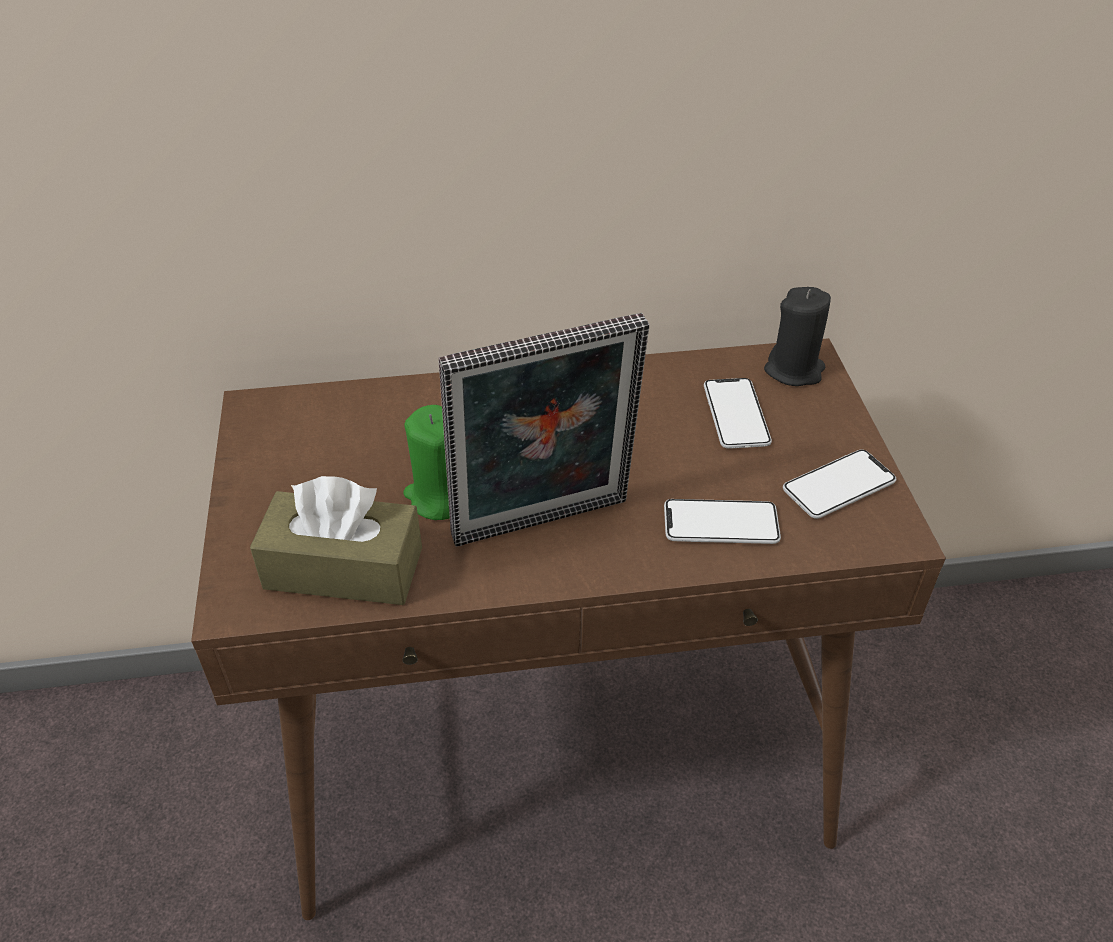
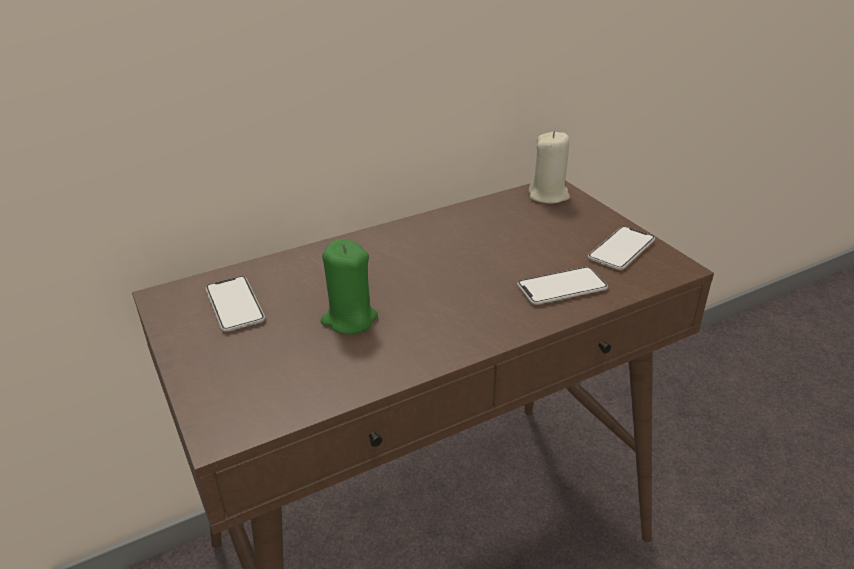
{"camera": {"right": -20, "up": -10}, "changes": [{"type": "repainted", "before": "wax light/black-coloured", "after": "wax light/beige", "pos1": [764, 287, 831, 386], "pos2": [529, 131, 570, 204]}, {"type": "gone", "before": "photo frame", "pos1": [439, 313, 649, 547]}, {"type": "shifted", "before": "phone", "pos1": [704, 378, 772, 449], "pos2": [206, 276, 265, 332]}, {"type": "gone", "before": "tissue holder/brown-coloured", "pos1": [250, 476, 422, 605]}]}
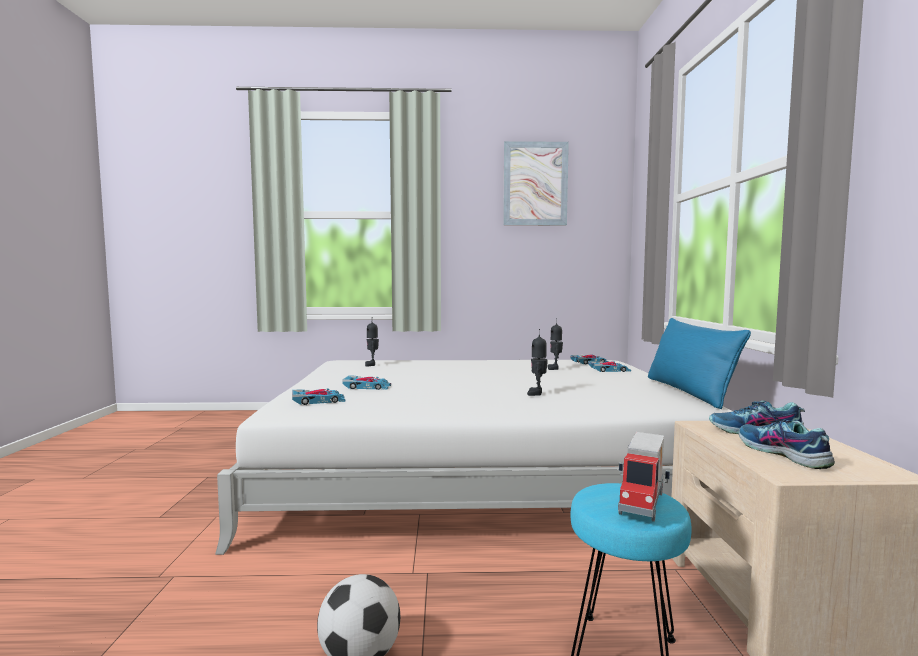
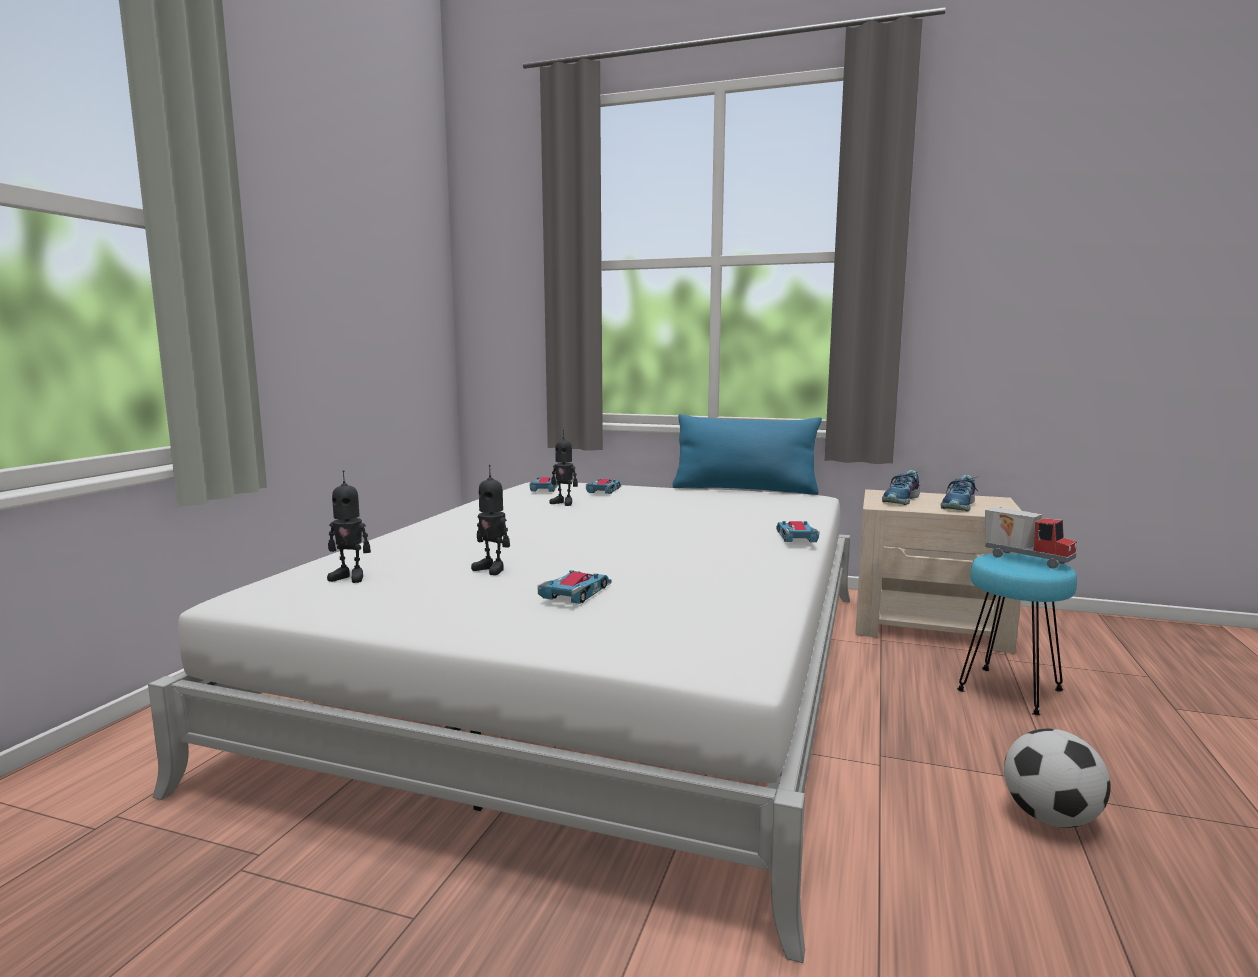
{"camera": {"right": -70, "up": 5}, "changes": [{"type": "gone", "before": "picture", "pos1": [503, 141, 569, 225]}, {"type": "shifted", "before": "robot figure", "pos1": [527, 329, 548, 396], "pos2": [471, 465, 510, 575]}, {"type": "shifted", "before": "model car", "pos1": [292, 388, 345, 405], "pos2": [776, 521, 819, 542]}, {"type": "rotated", "before": "low shoe", "pos1": [739, 417, 835, 469], "pos2": [941, 475, 980, 511], "turn": -60}]}
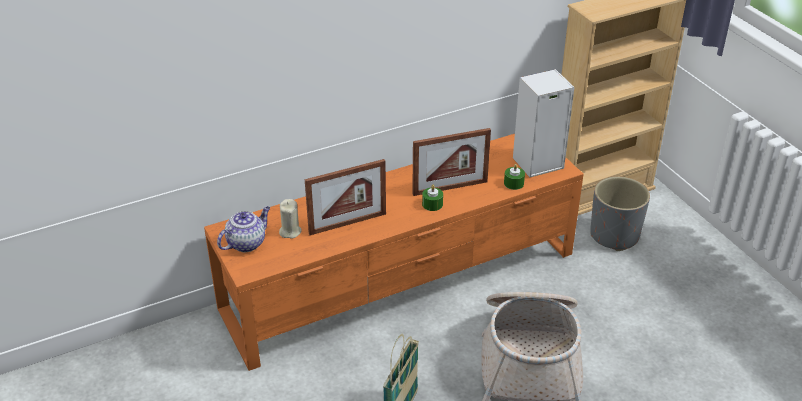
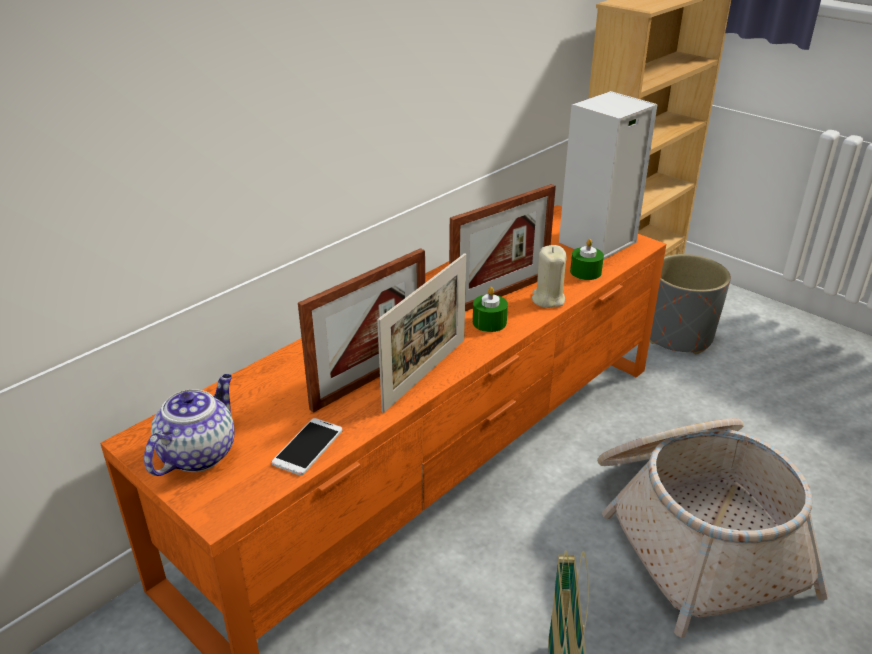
{"camera": {"right": -20, "up": -5}, "changes": [{"type": "shifted", "before": "wax light/beige", "pos1": [279, 199, 302, 239], "pos2": [532, 245, 567, 308]}, {"type": "new", "after": "photo frame", "pos2": [377, 253, 466, 413]}, {"type": "new", "after": "phone", "pos2": [272, 418, 343, 475]}]}
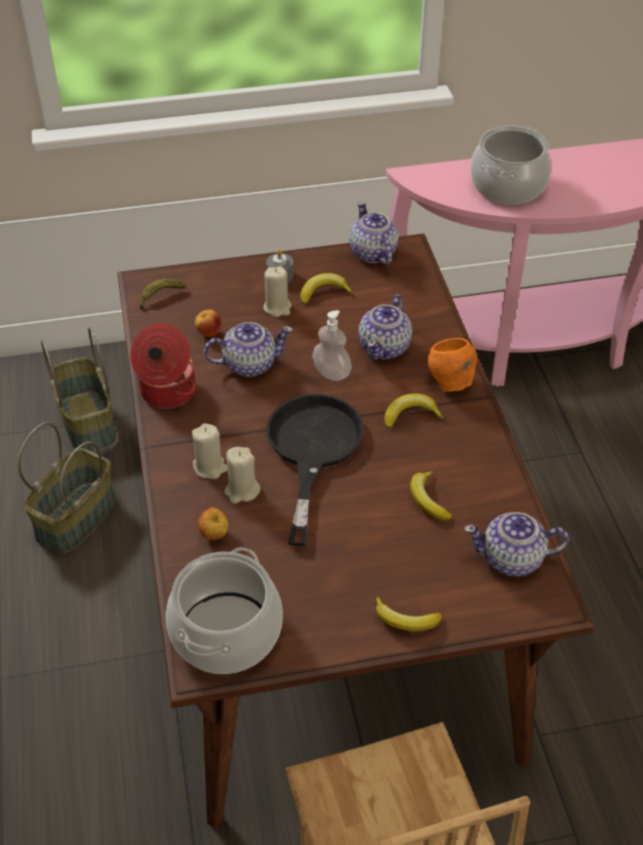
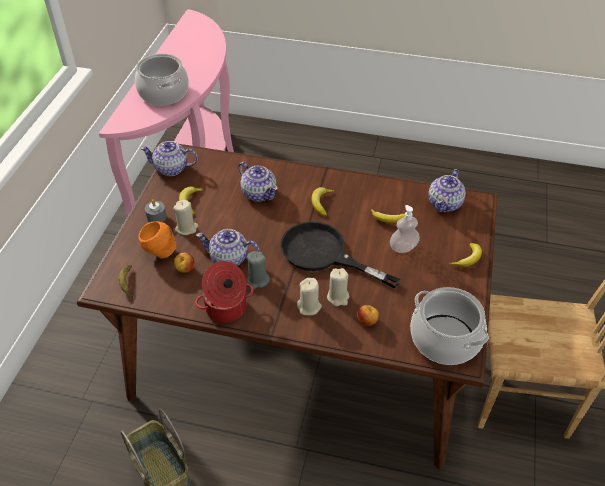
{"camera": {"right": -65, "up": 0}, "changes": [{"type": "shifted", "before": "liquid soap bottle", "pos1": [312, 310, 352, 381], "pos2": [390, 205, 420, 253]}, {"type": "rotated", "before": "teapot", "pos1": [204, 322, 293, 377], "pos2": [196, 229, 260, 266], "turn": -90}, {"type": "gone", "before": "household basket", "pos1": [41, 327, 116, 451]}, {"type": "shifted", "before": "serving bowl/orange", "pos1": [427, 338, 478, 392], "pos2": [138, 221, 176, 259]}, {"type": "new", "after": "wax light/gray", "pos2": [246, 251, 270, 289]}]}
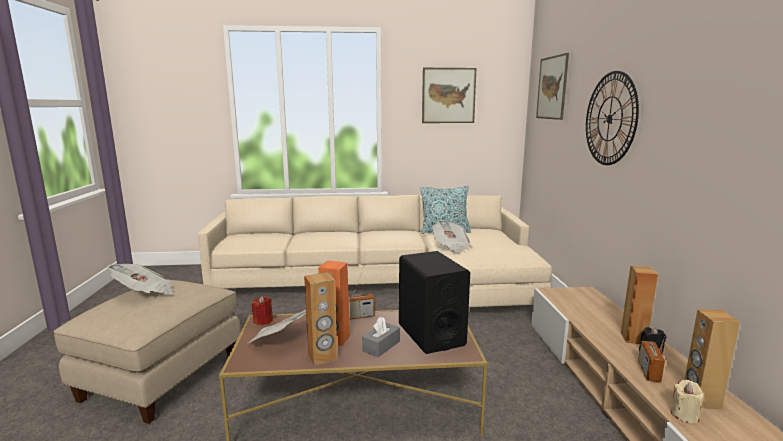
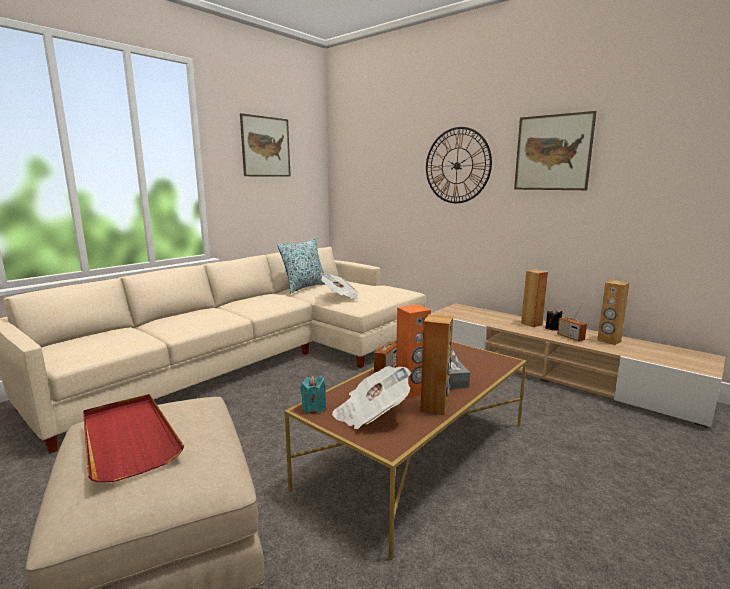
{"camera": {"right": -45, "up": 0}, "changes": [{"type": "shifted", "before": "picture", "pos1": [536, 53, 569, 120], "pos2": [514, 111, 597, 190]}, {"type": "gone", "before": "audio speaker/black-coloured", "pos1": [399, 251, 470, 354]}, {"type": "swapped", "before": "newspaper", "after": "tray/red-coloured", "pos1": [107, 264, 173, 294], "pos2": [83, 394, 184, 482]}, {"type": "repainted", "before": "wax light/red-coloured", "after": "wax light/turquoise-coloured", "pos1": [252, 295, 273, 325], "pos2": [300, 375, 326, 414]}, {"type": "gone", "before": "wax light/beige", "pos1": [671, 380, 704, 423]}]}
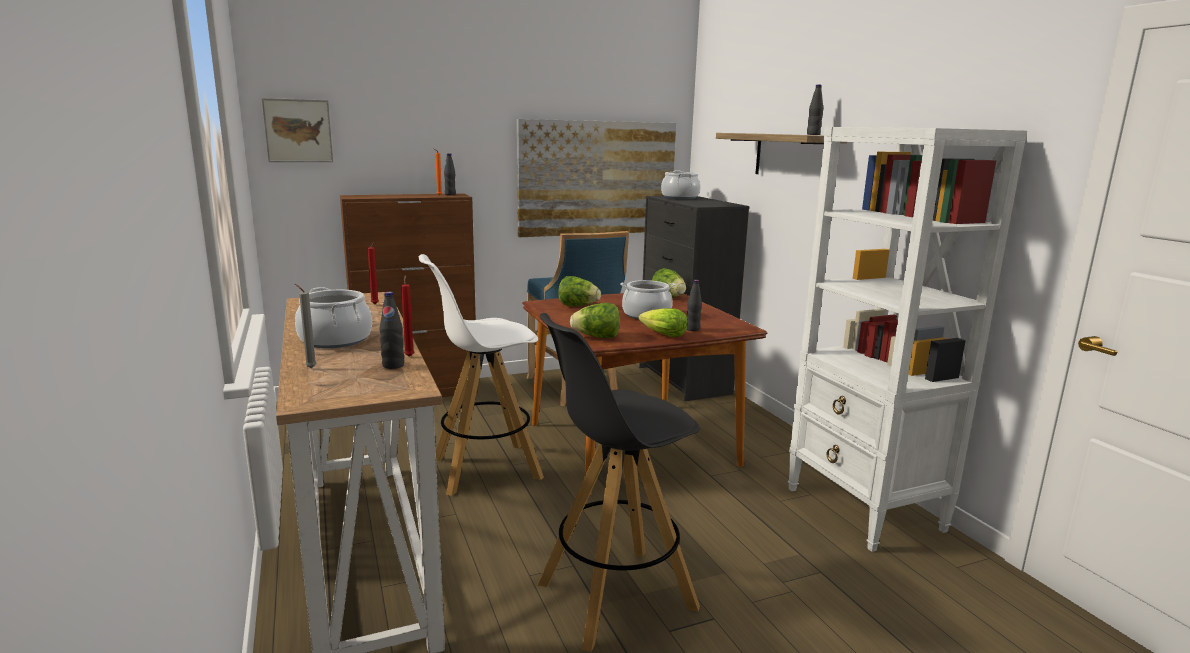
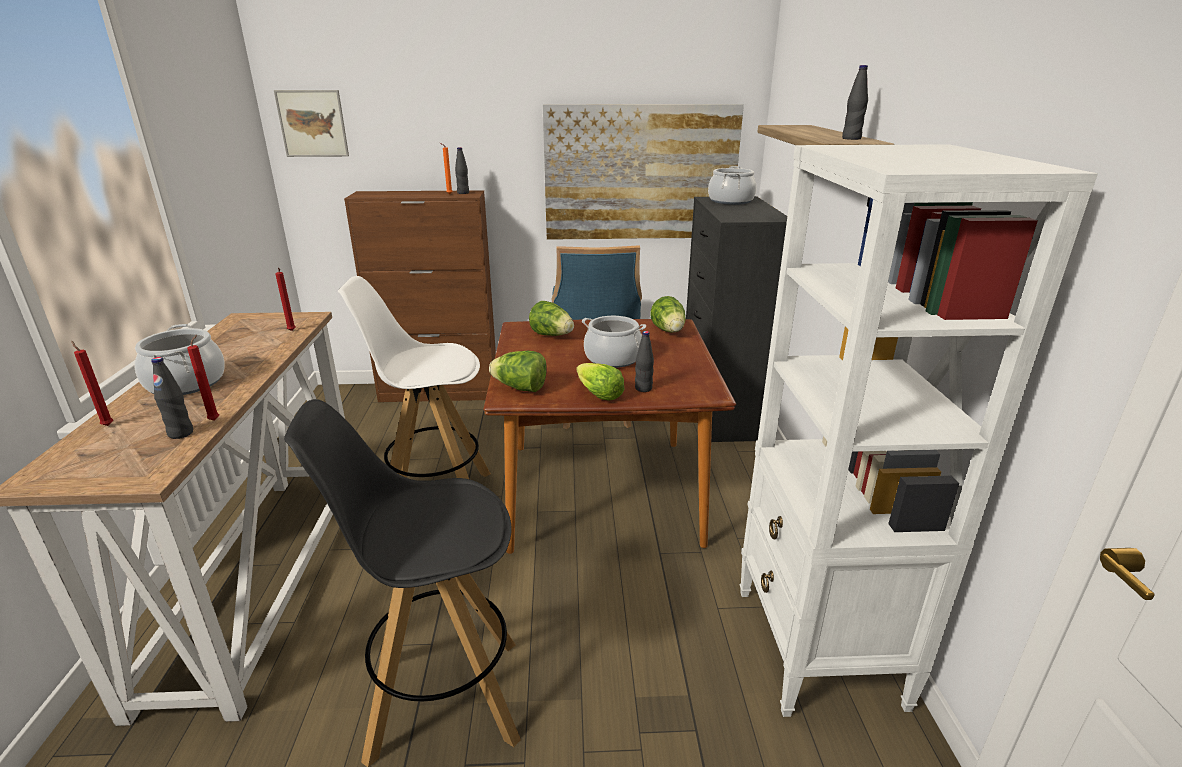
{"camera": {"right": 20, "up": 10}, "changes": [{"type": "repainted", "before": "wax light/gray", "after": "wax light/red-coloured", "pos1": [295, 284, 317, 368], "pos2": [71, 341, 113, 426]}]}
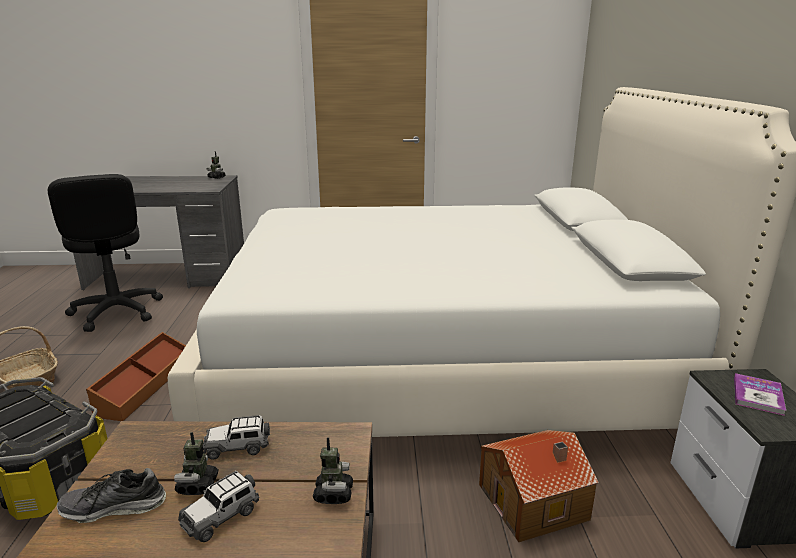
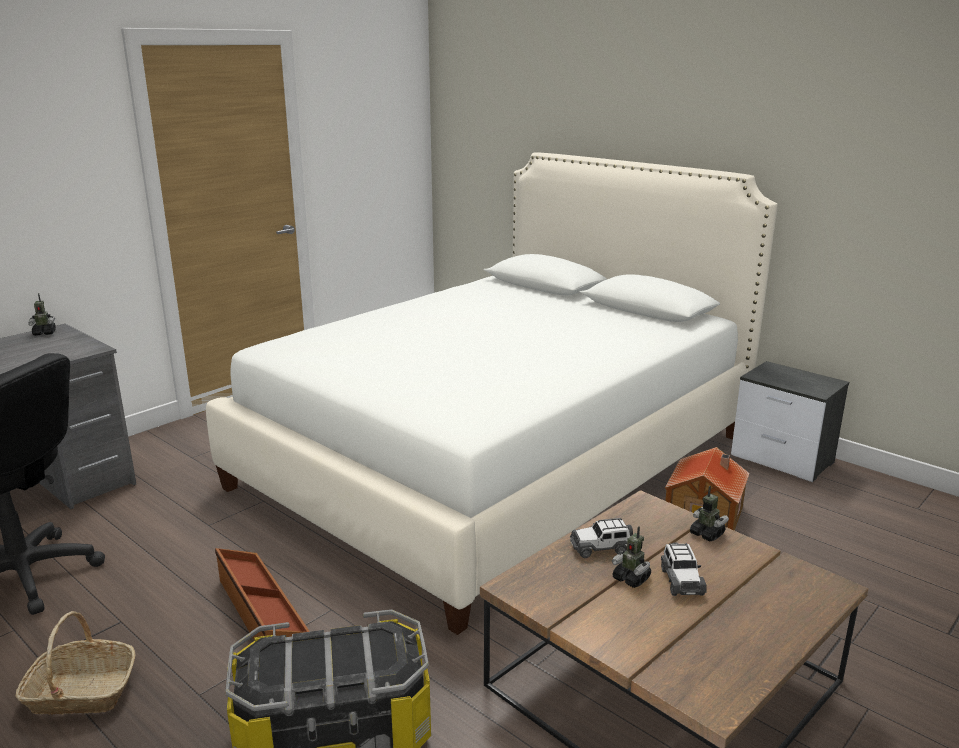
{"camera": {"right": -45, "up": 0}, "changes": [{"type": "gone", "before": "volume", "pos1": [734, 373, 786, 416]}, {"type": "rotated", "before": "model car", "pos1": [203, 415, 270, 460], "pos2": [570, 518, 633, 558], "turn": 45}, {"type": "gone", "before": "low shoe", "pos1": [57, 468, 166, 523]}]}
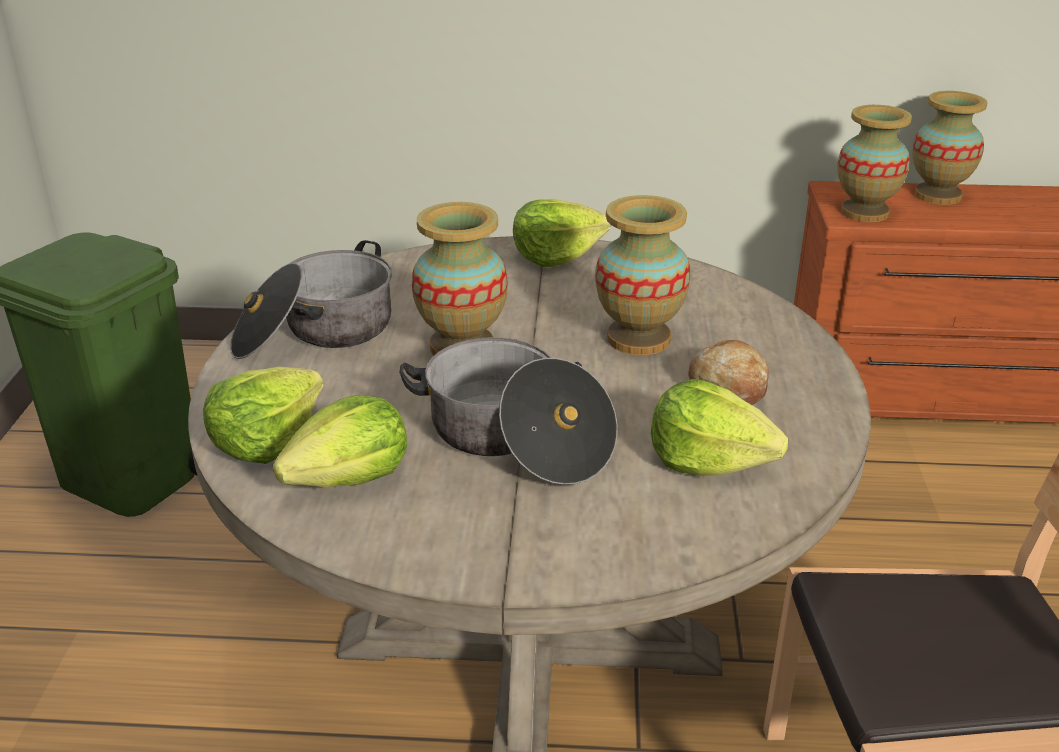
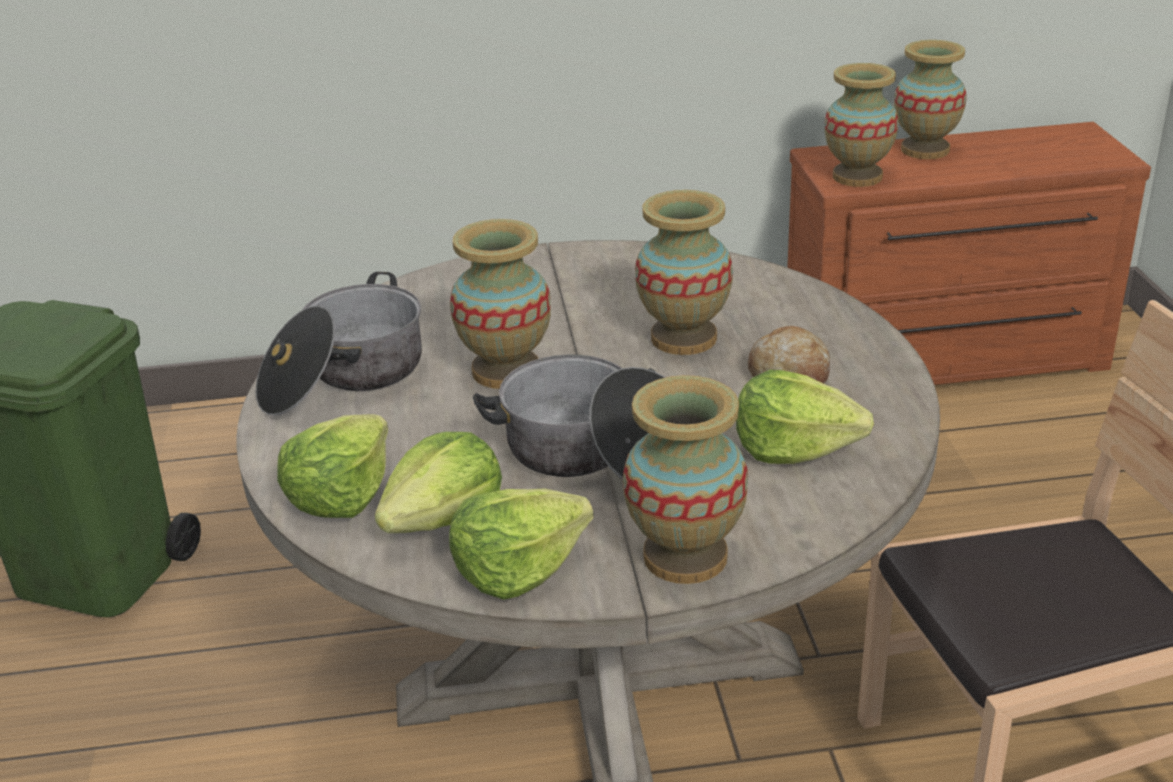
{"camera": {"right": -10, "up": 0}, "changes": [{"type": "shifted", "before": "lettuce", "pos1": [513, 199, 610, 267], "pos2": [449, 488, 594, 599]}, {"type": "new", "after": "decorative vase", "pos2": [623, 375, 748, 584]}]}
